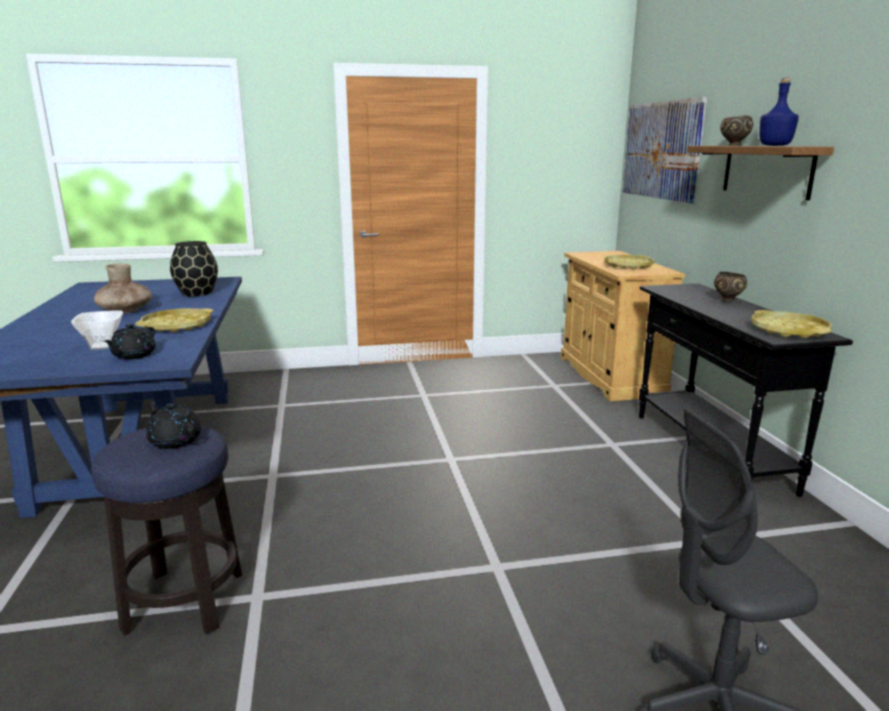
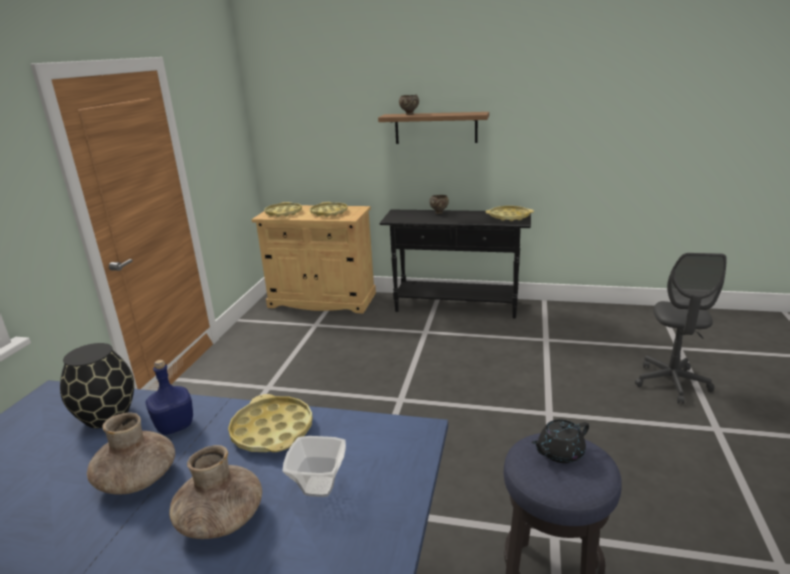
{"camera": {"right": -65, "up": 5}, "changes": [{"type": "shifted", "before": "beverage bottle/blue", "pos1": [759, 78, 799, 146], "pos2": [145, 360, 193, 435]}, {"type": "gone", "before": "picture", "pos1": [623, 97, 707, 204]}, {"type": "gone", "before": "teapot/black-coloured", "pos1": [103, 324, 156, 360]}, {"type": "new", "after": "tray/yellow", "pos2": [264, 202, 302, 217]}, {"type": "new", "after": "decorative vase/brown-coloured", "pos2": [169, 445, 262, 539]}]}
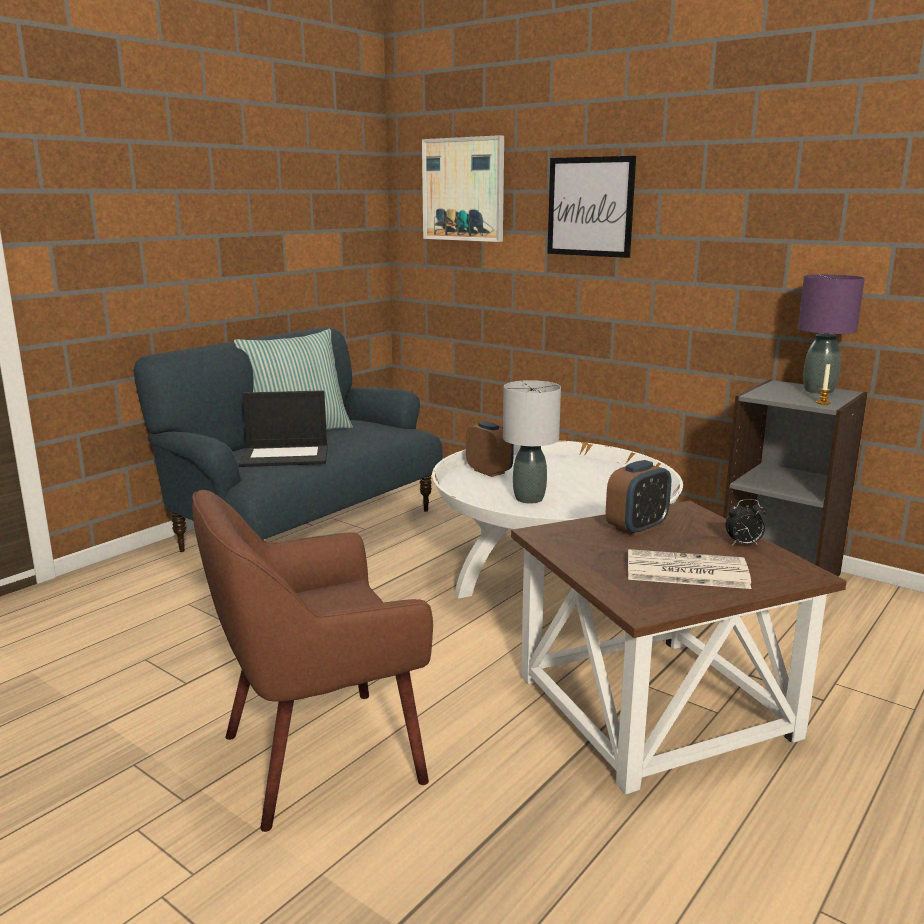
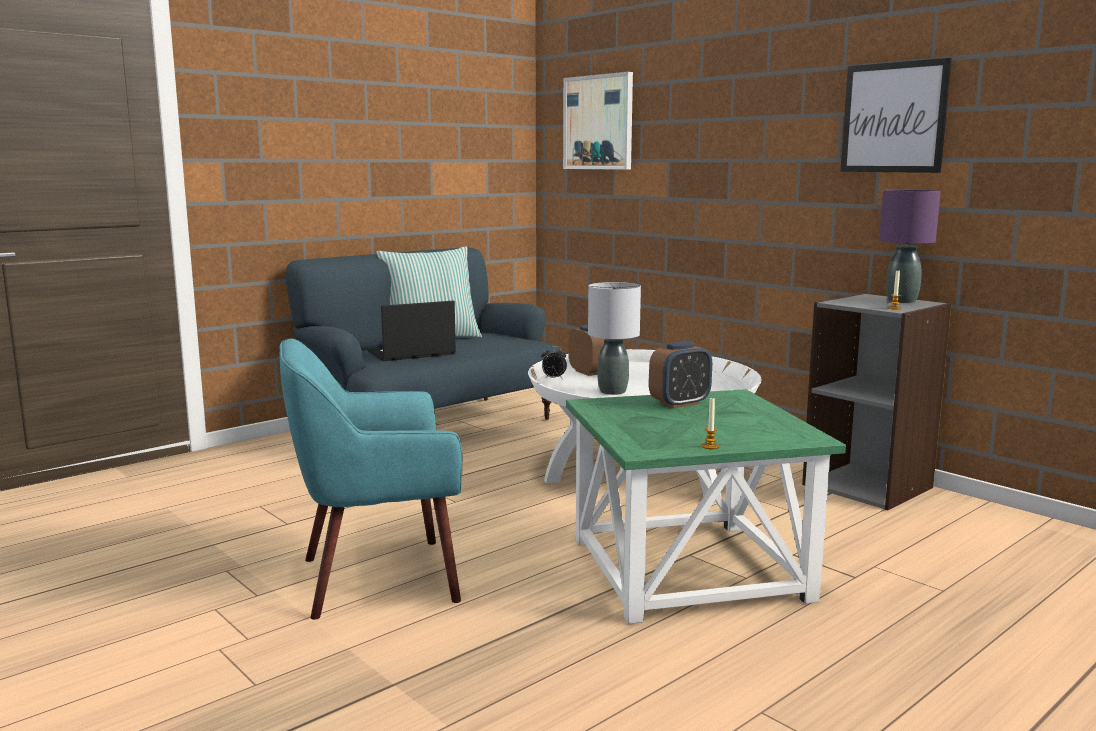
{"camera": {"right": 10, "up": -5}, "changes": [{"type": "shifted", "before": "picture", "pos1": [547, 156, 636, 258], "pos2": [840, 58, 952, 173]}, {"type": "rotated", "before": "laptop", "pos1": [239, 390, 328, 467], "pos2": [368, 301, 456, 361], "turn": 150}, {"type": "repainted", "before": "armchair/brown-coloured", "after": "armchair/turquoise-coloured", "pos1": [192, 490, 433, 832], "pos2": [279, 338, 462, 620]}, {"type": "shifted", "before": "bedside clock", "pos1": [725, 499, 766, 545], "pos2": [541, 346, 567, 379]}, {"type": "repainted", "before": "end table/brown-coloured", "after": "end table/green", "pos1": [511, 501, 847, 795], "pos2": [566, 389, 846, 624]}, {"type": "gone", "before": "newspaper", "pos1": [628, 549, 751, 589]}, {"type": "new", "after": "wax light", "pos2": [701, 397, 719, 449]}]}
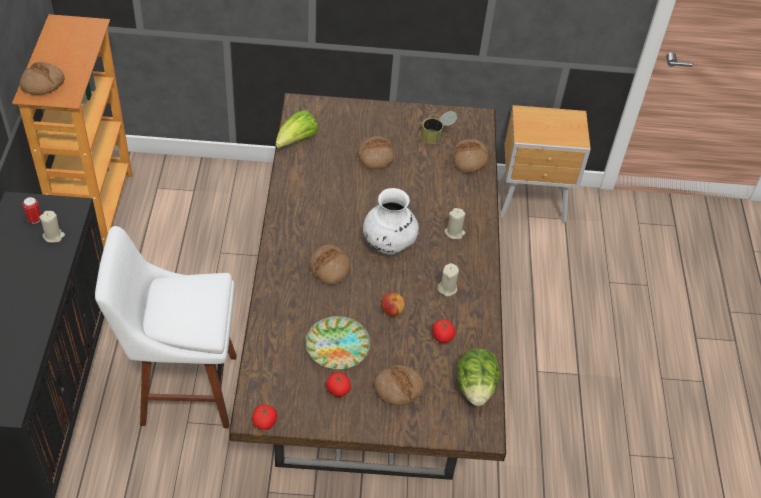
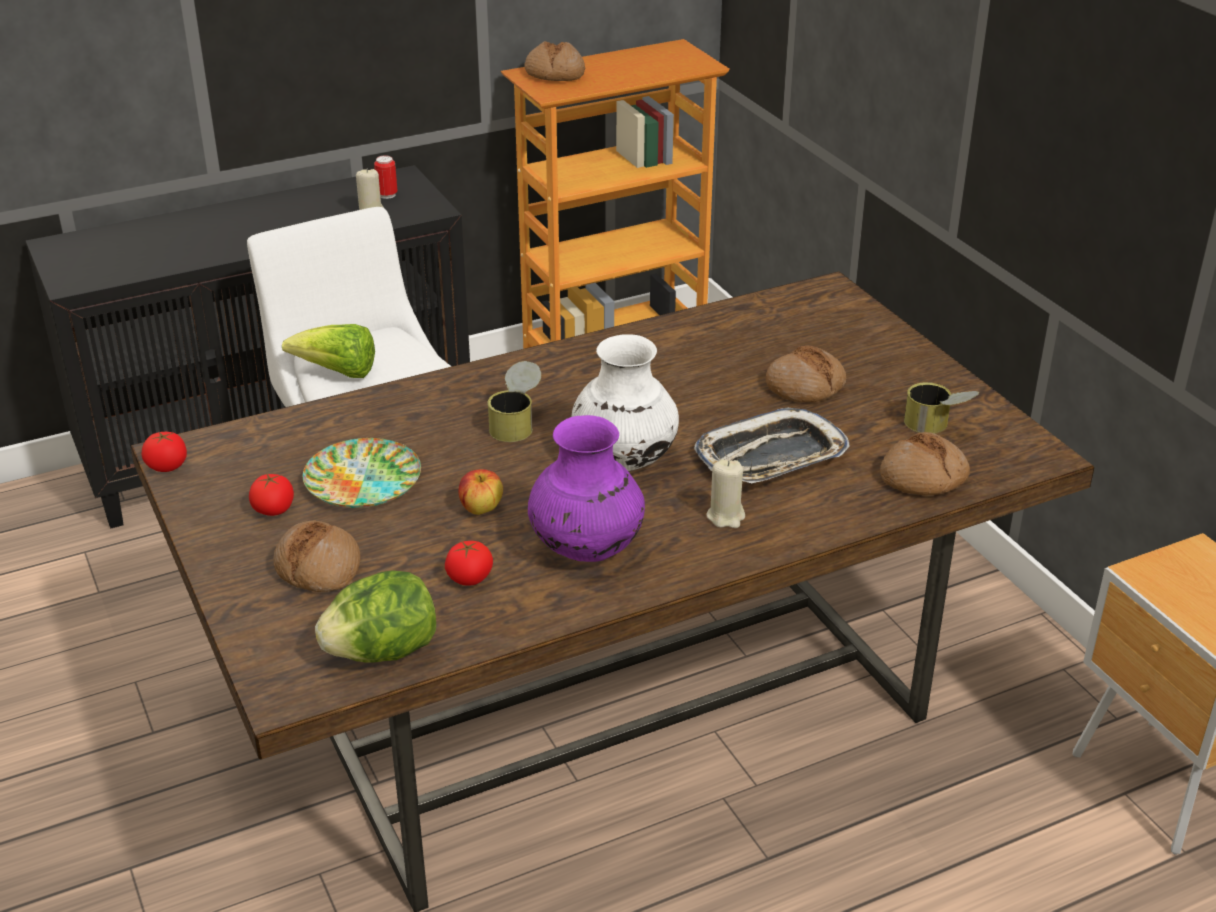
{"camera": {"right": 65, "up": -15}, "changes": [{"type": "shifted", "before": "lettuce", "pos1": [275, 110, 318, 149], "pos2": [282, 324, 375, 378]}, {"type": "swapped", "before": "bread", "after": "sealed can", "pos1": [309, 245, 350, 285], "pos2": [487, 361, 541, 442]}, {"type": "swapped", "before": "wax light/beige", "after": "decorative vase/purple-coloured", "pos1": [437, 263, 459, 297], "pos2": [528, 415, 645, 562]}, {"type": "new", "after": "tray", "pos2": [694, 408, 850, 483]}]}
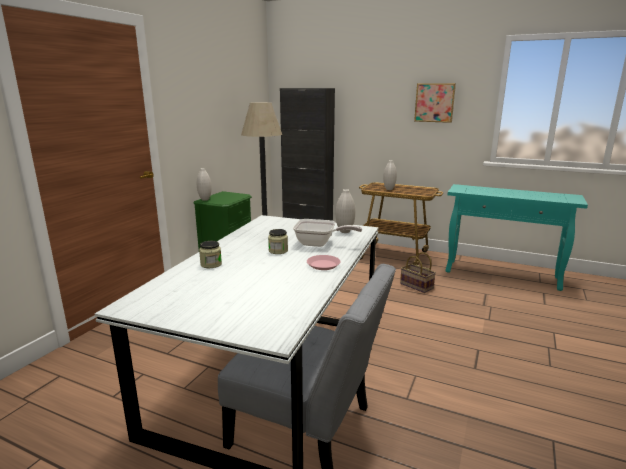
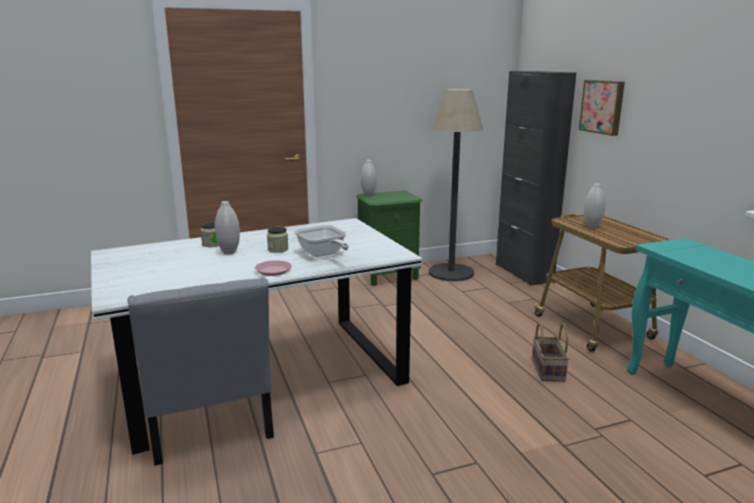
{"camera": {"right": 45, "up": 0}, "changes": [{"type": "shifted", "before": "picture", "pos1": [414, 83, 456, 123], "pos2": [579, 80, 625, 136]}, {"type": "shifted", "before": "decorative vase/white-coloured", "pos1": [336, 189, 355, 233], "pos2": [215, 201, 240, 254]}]}
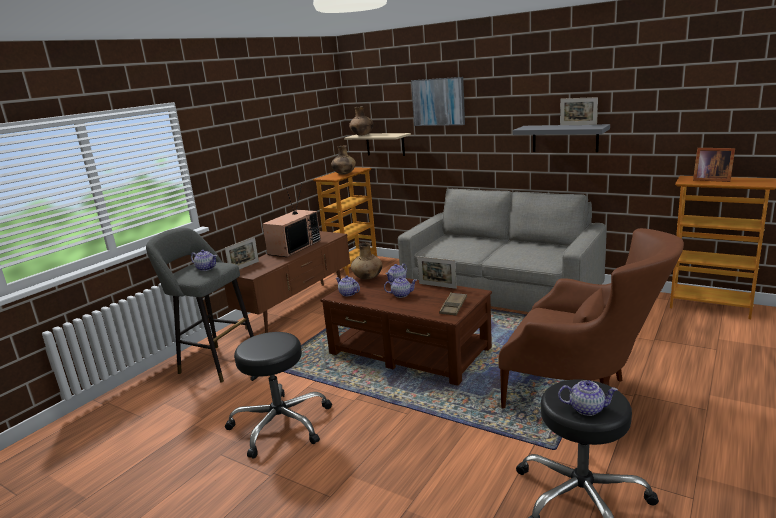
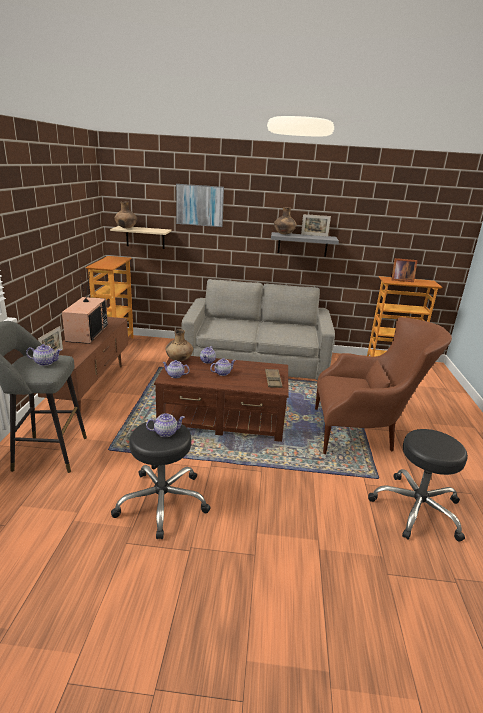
{"camera": {"right": -30, "up": 5}, "changes": [{"type": "shifted", "before": "decorative vase/brown-coloured", "pos1": [331, 145, 356, 175], "pos2": [274, 207, 296, 235]}, {"type": "gone", "before": "photo frame", "pos1": [417, 256, 457, 289]}, {"type": "shifted", "before": "teapot", "pos1": [558, 380, 618, 416], "pos2": [146, 413, 185, 437]}]}
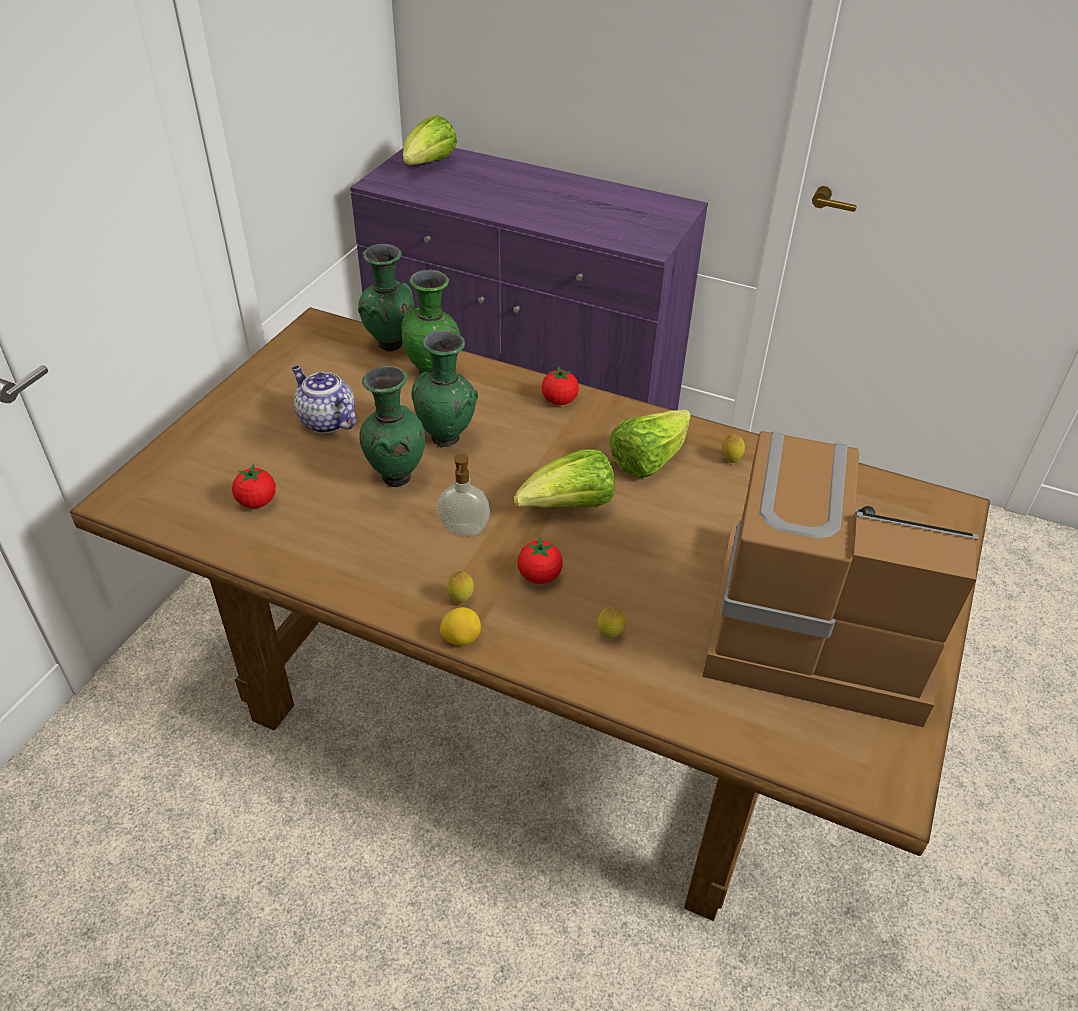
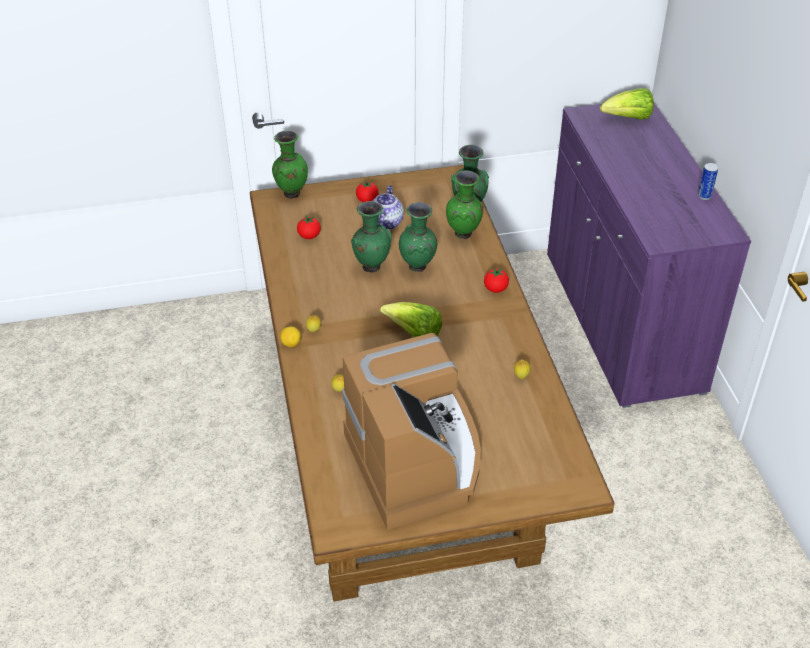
{"camera": {"right": 55, "up": 0}, "changes": [{"type": "gone", "before": "lettuce", "pos1": [609, 409, 691, 478]}, {"type": "gone", "before": "liquid soap bottle", "pos1": [437, 454, 490, 536]}, {"type": "shifted", "before": "fresh tomato", "pos1": [518, 537, 563, 584], "pos2": [356, 180, 379, 202]}, {"type": "new", "after": "decorative vase/green", "pos2": [272, 130, 308, 199]}, {"type": "new", "after": "sealed can", "pos2": [698, 163, 718, 200]}]}
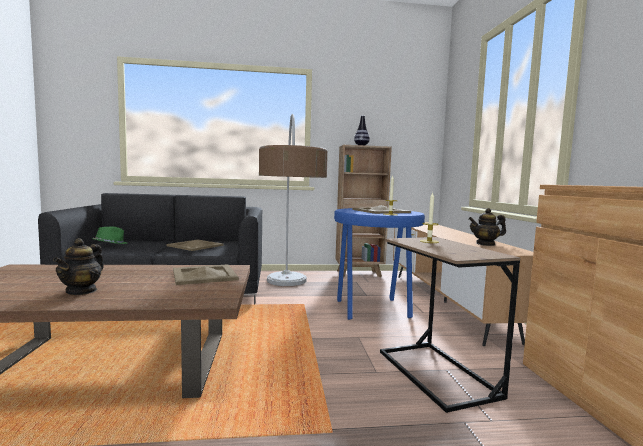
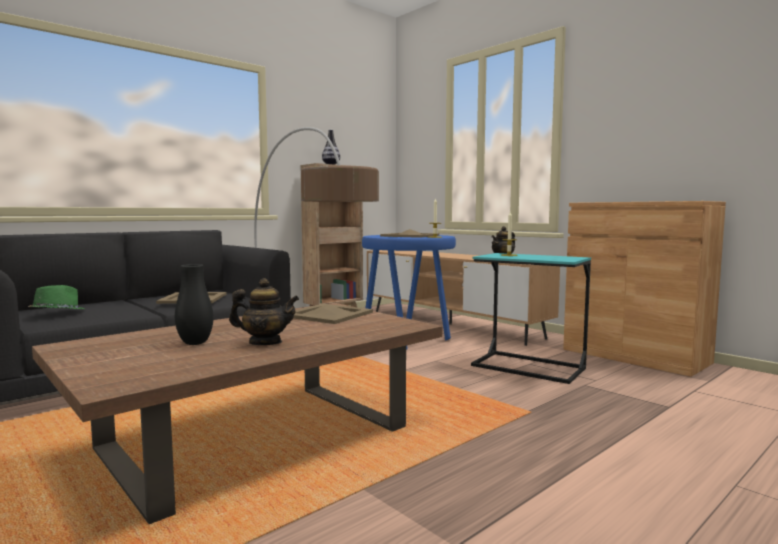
{"camera": {"right": -35, "up": 0}, "changes": [{"type": "repainted", "before": "end table/brown-coloured", "after": "end table/turquoise-coloured", "pos1": [380, 237, 521, 413], "pos2": [471, 253, 591, 384]}, {"type": "rotated", "before": "teapot", "pos1": [53, 238, 104, 295], "pos2": [229, 278, 299, 345], "turn": -60}, {"type": "new", "after": "decorative vase/black-coloured", "pos2": [175, 264, 214, 345]}]}
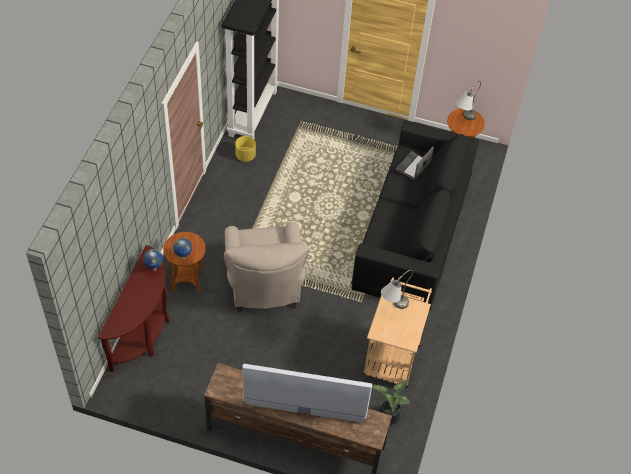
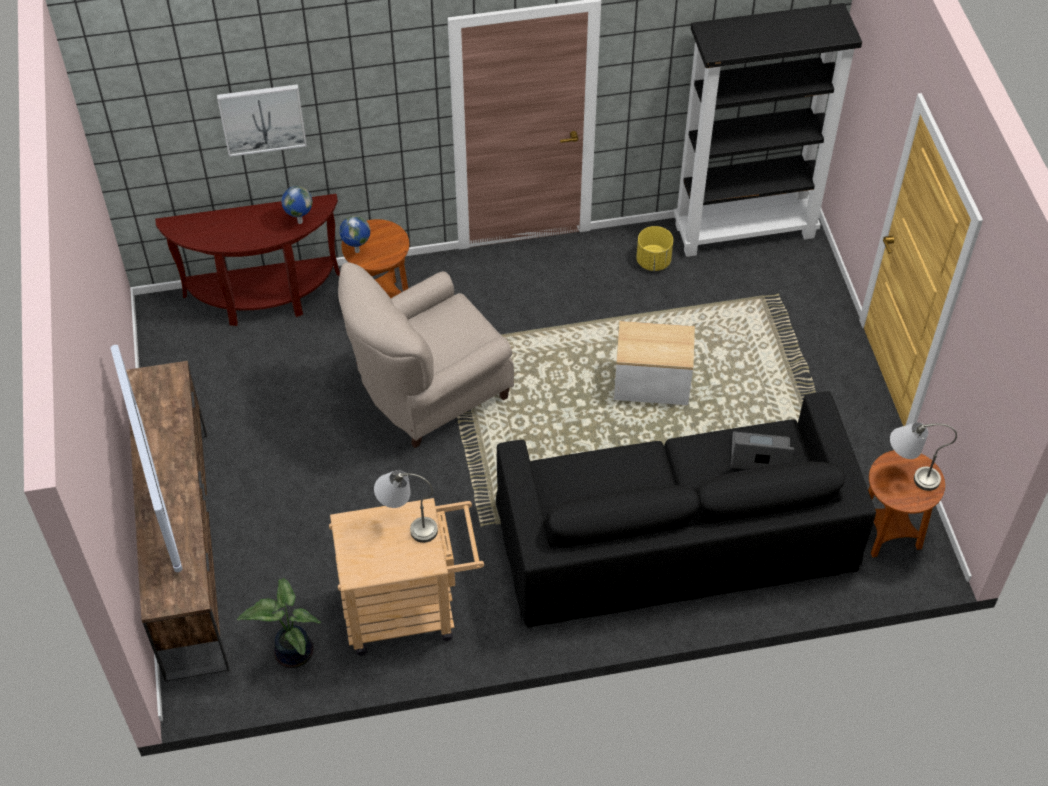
{"camera": {"right": 65, "up": 0}, "changes": [{"type": "new", "after": "picture", "pos2": [217, 84, 307, 157]}, {"type": "new", "after": "end table", "pos2": [614, 321, 695, 405]}]}
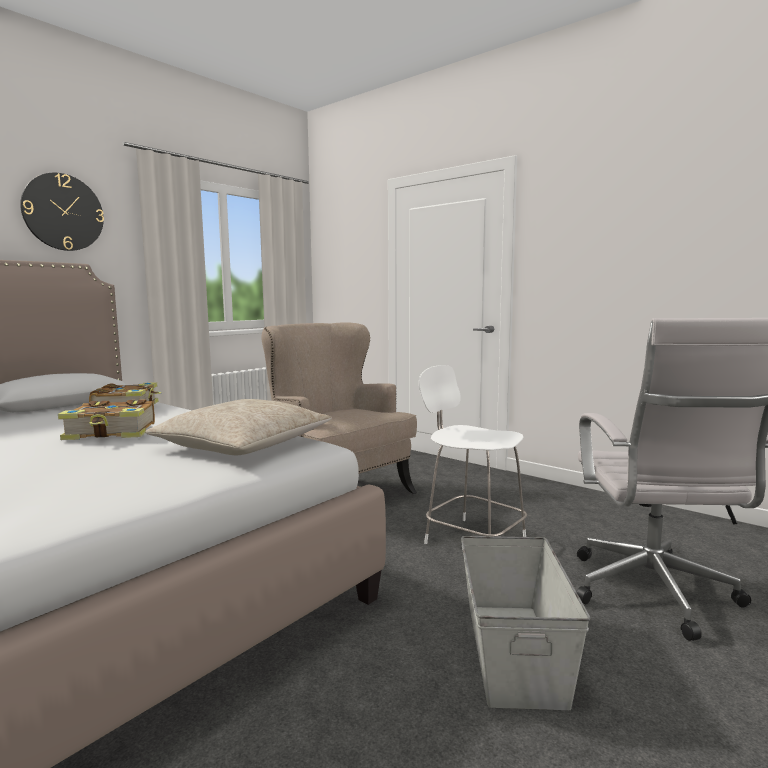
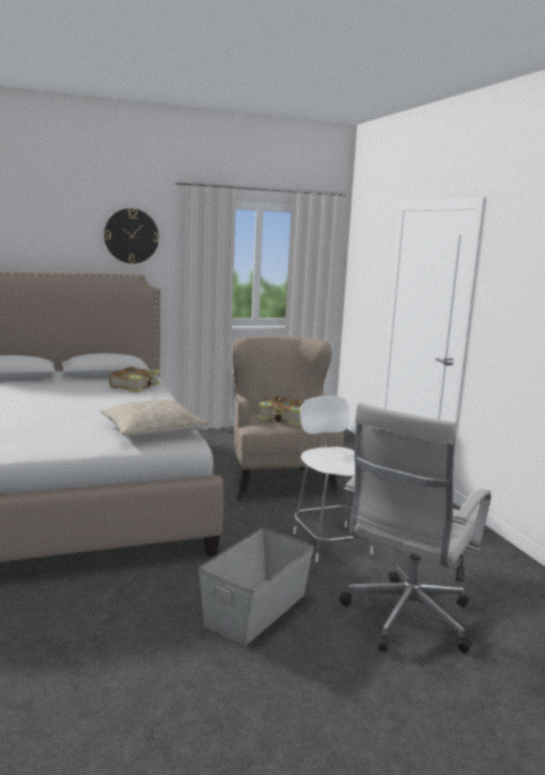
{"camera": {"right": 30, "up": 5}, "changes": [{"type": "shifted", "before": "volume", "pos1": [58, 399, 155, 440], "pos2": [258, 397, 304, 426]}]}
